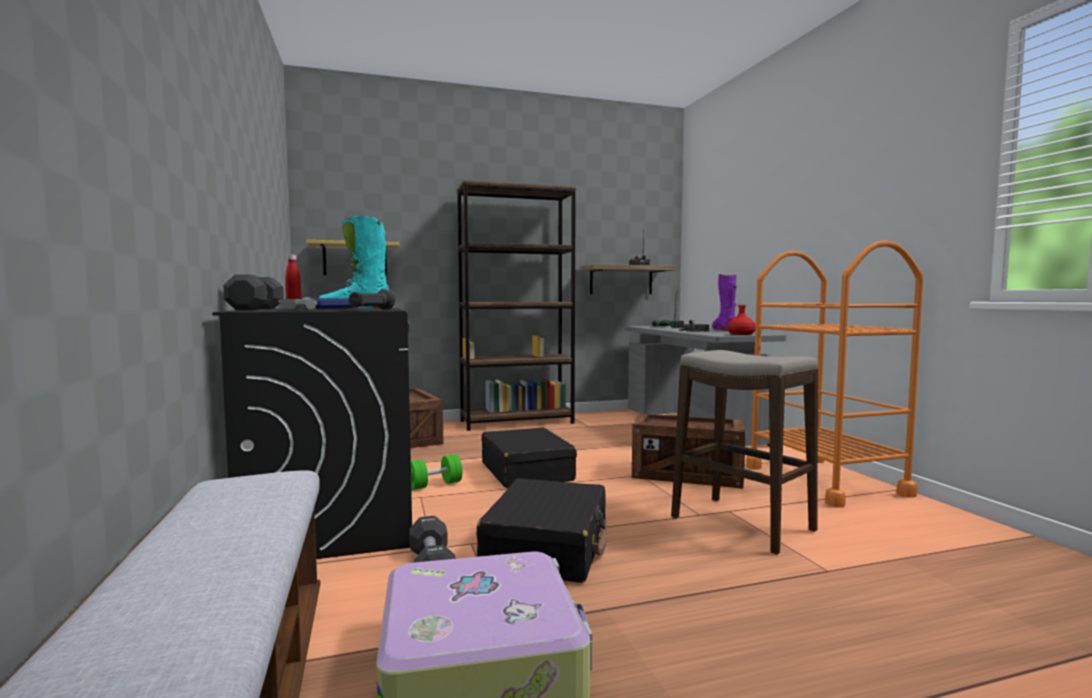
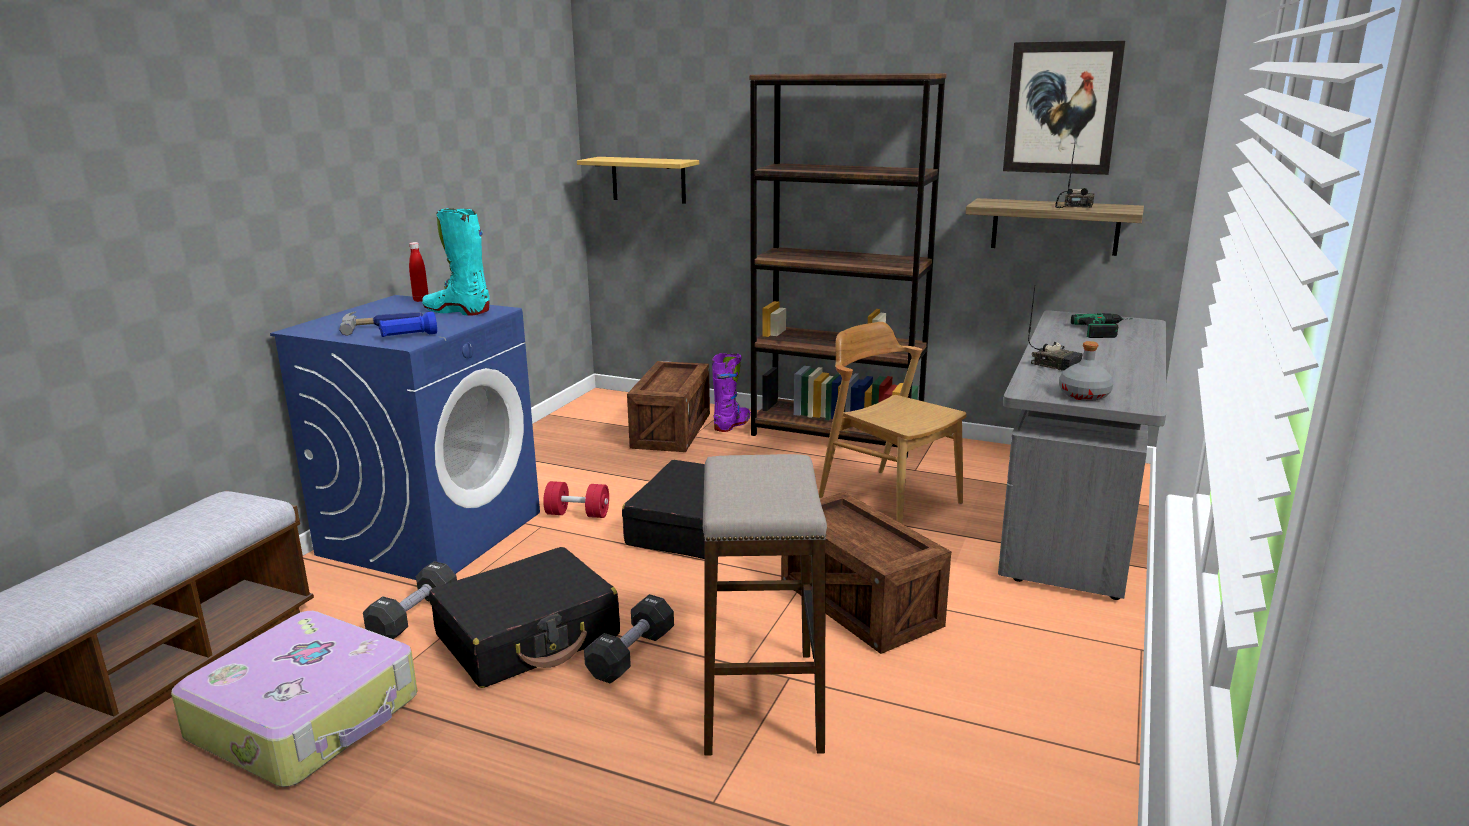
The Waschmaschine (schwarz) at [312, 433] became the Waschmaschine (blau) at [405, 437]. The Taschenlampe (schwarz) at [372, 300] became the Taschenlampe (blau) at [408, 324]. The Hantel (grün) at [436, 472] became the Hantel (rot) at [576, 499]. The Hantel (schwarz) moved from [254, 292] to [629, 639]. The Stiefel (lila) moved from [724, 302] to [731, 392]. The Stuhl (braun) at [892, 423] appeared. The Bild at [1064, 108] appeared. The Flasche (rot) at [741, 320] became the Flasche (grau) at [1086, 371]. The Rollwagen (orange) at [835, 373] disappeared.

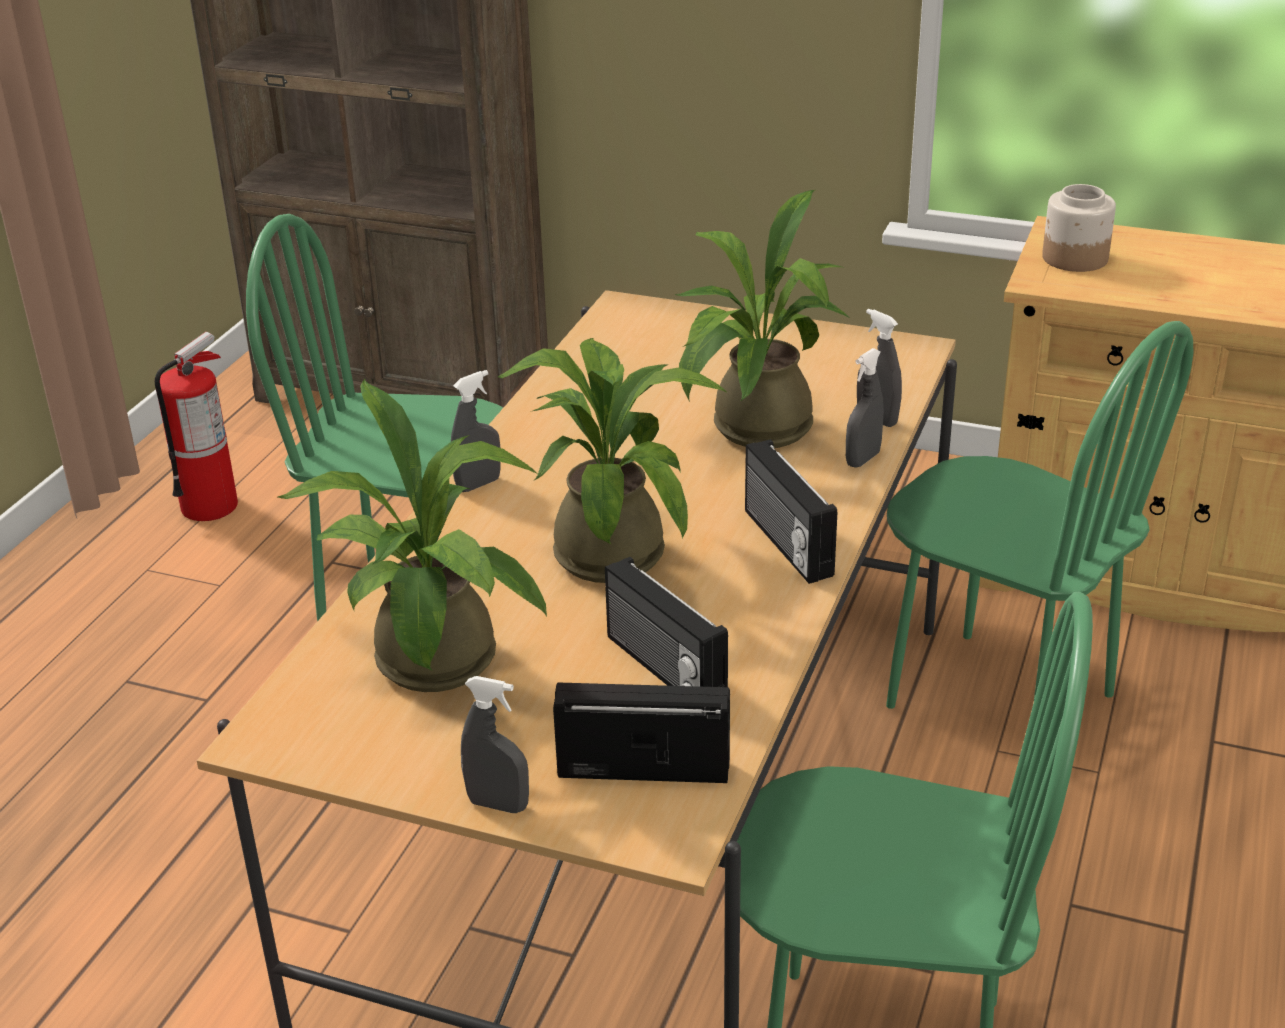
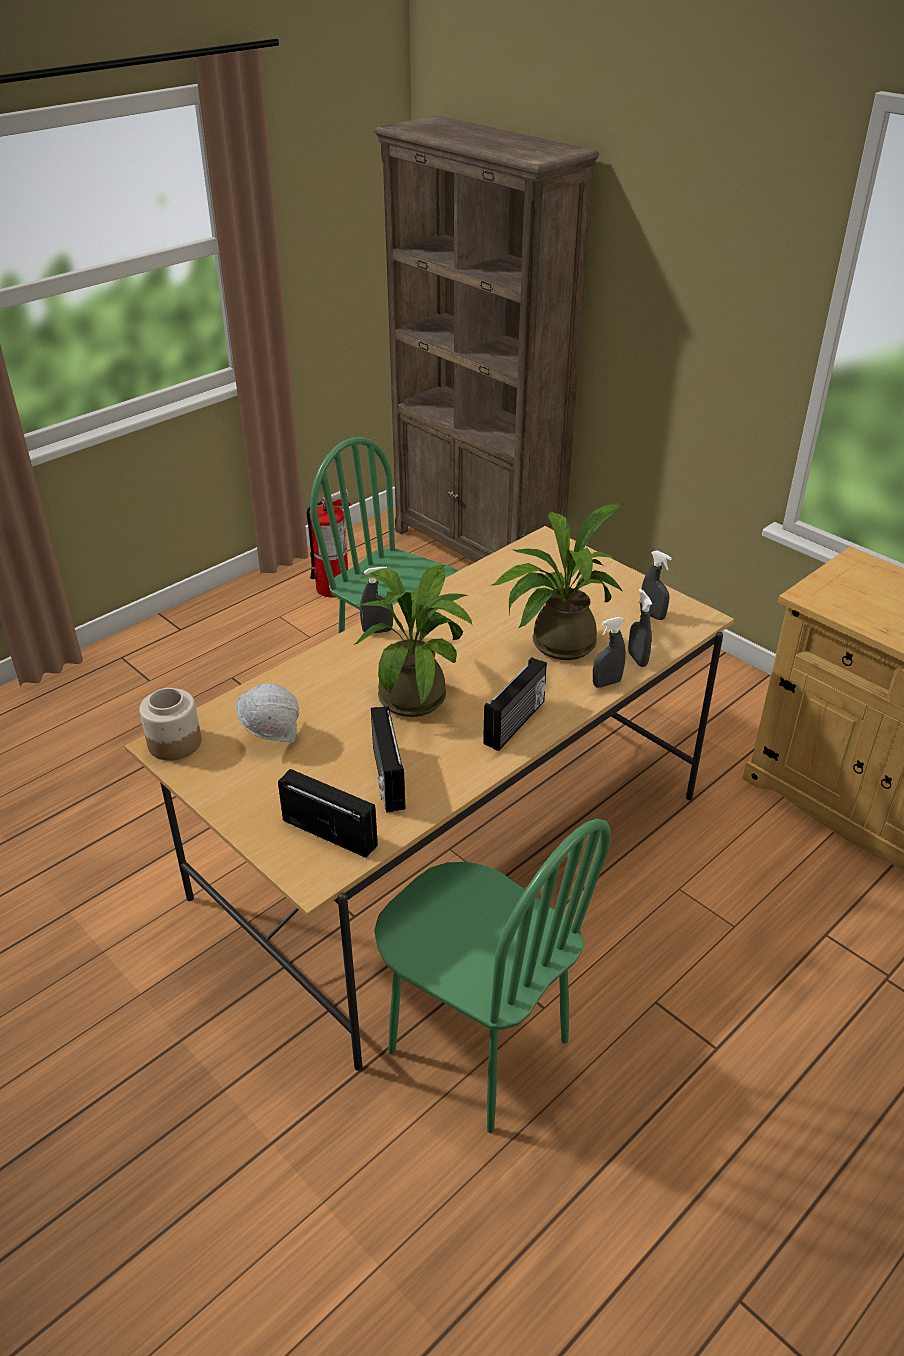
The Vorratsglas moved from [1079, 228] to [170, 724]. The Topfpflanze at [412, 535] was replaced by the Schutzhelm (weiß) at [267, 713]. The Radio at [791, 511] turned 150 degrees counterclockwise. The Sprühflasche (grau) moved from [495, 744] to [656, 585]. The Stuhl (grün) at [1039, 515] disappeared.

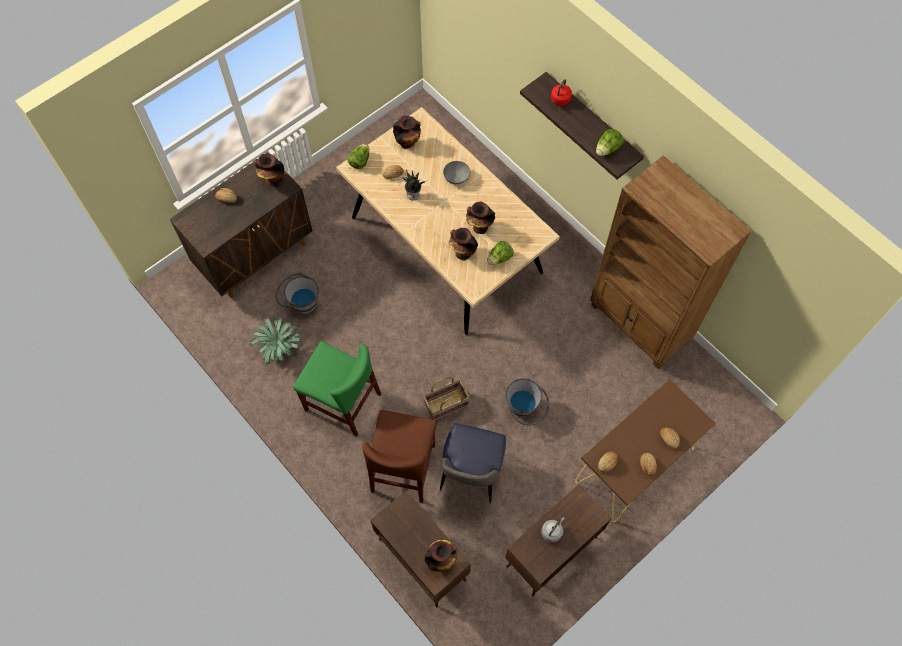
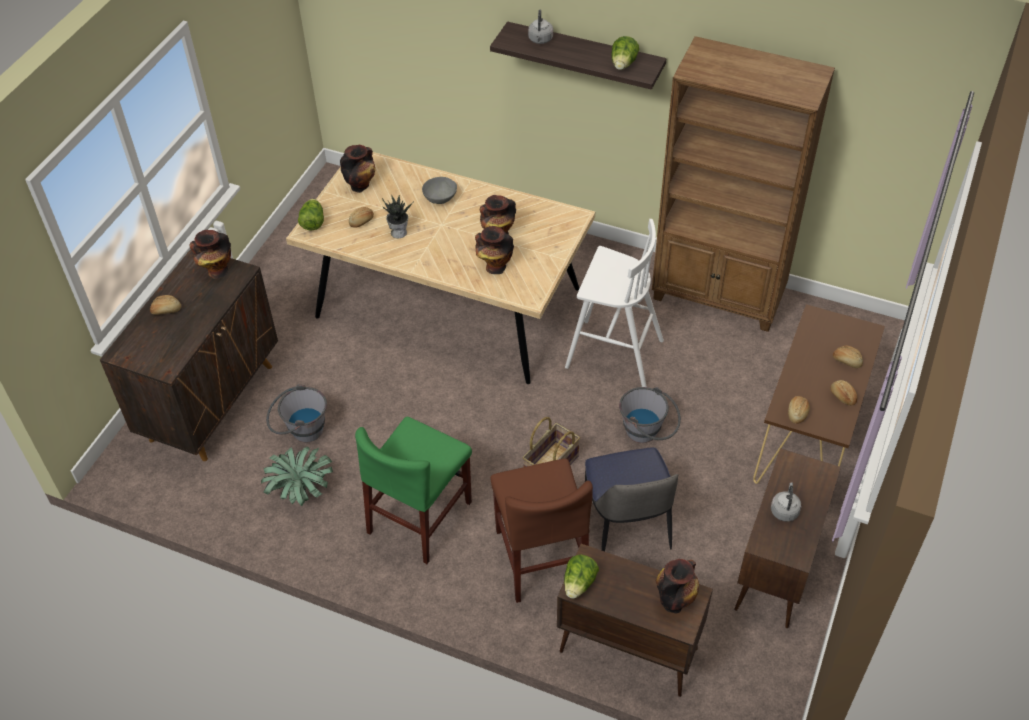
The Stuhl (grün) at [337, 389] turned 120 degrees clockwise. The Wasserkessel (rot) at [561, 92] became the Wasserkessel (grau) at [540, 27]. The Salatkopf moved from [500, 253] to [581, 577]. The Hocker (weiß) at [614, 303] appeared.

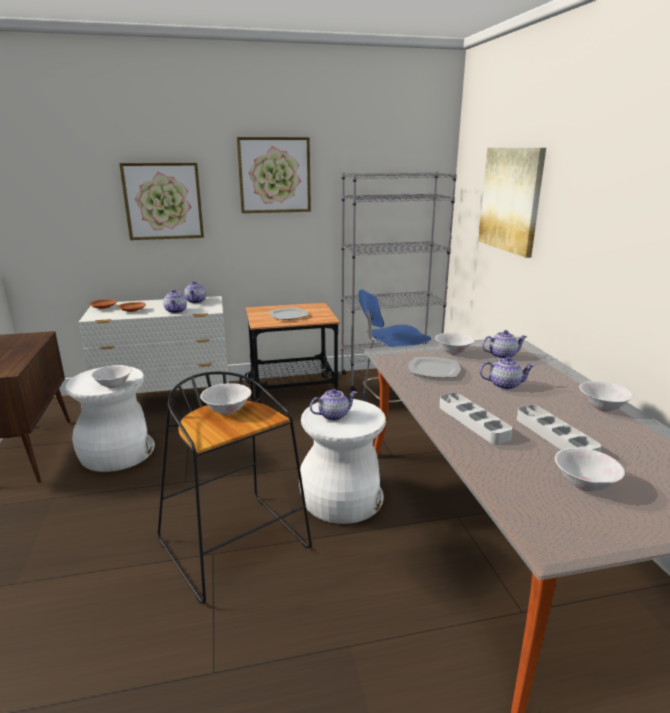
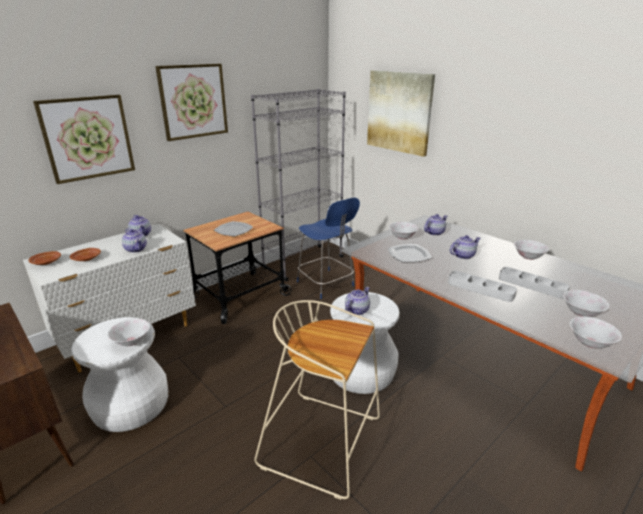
The Hocker (schwarz) at [235, 488] became the Hocker (beige) at [317, 400]. The Stuhl (blau) at [394, 345] turned 75 degrees counterclockwise. The Schüssel (weiß) moved from [225, 399] to [596, 332].

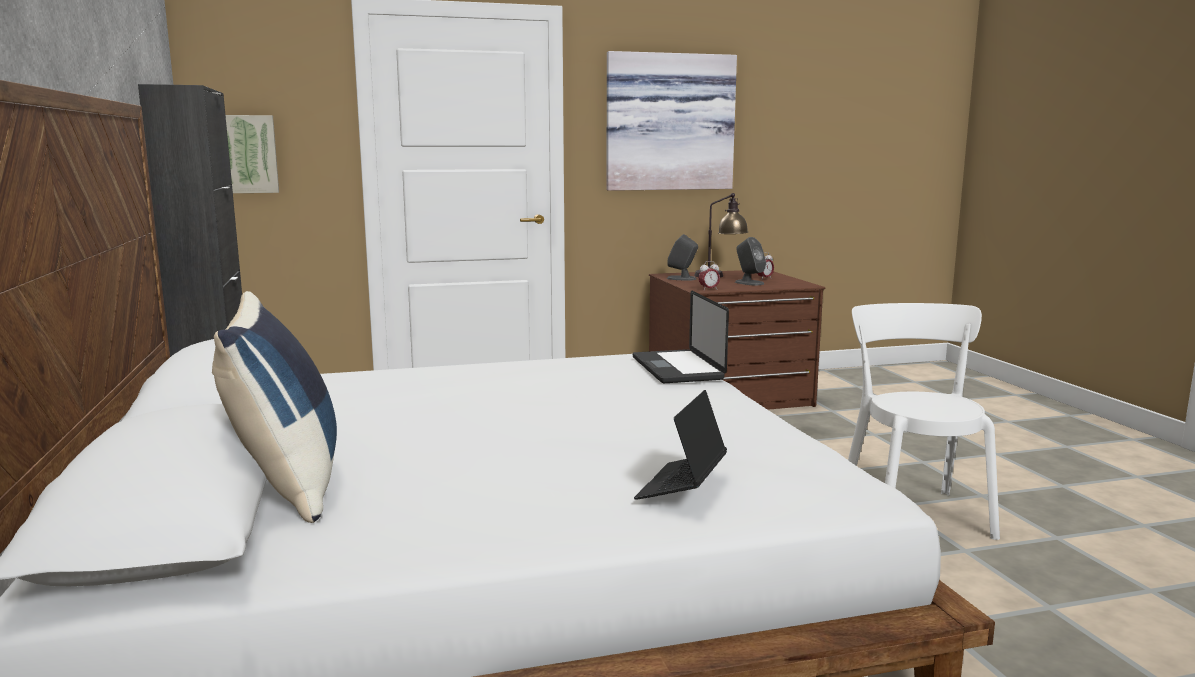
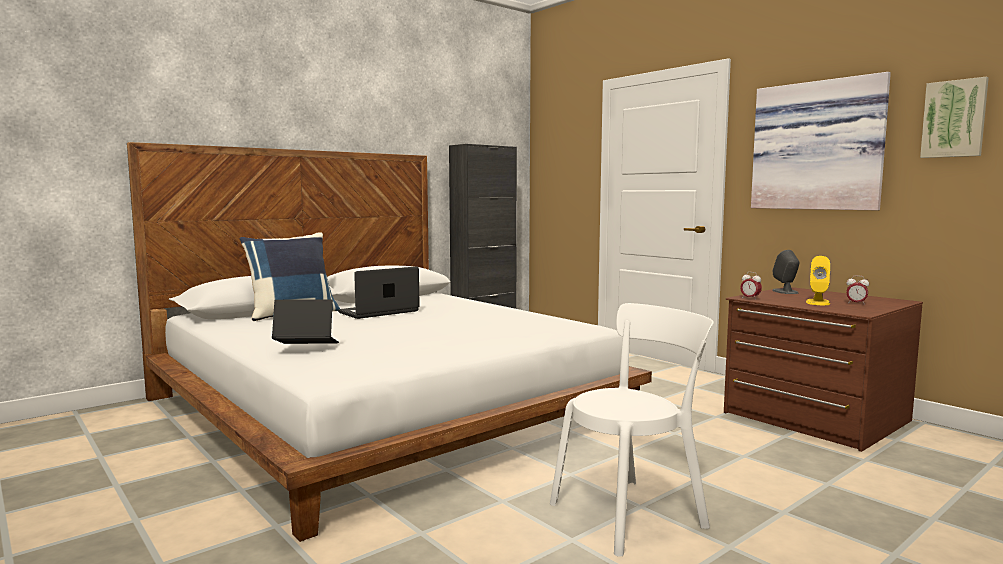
The Laptop moved from [681, 336] to [379, 292]. The Lautsprecher (grau) at [750, 261] became the Lautsprecher (gelb) at [818, 280]. The Bild moved from [252, 154] to [954, 117]. The Tischlampe at [721, 235] disappeared.

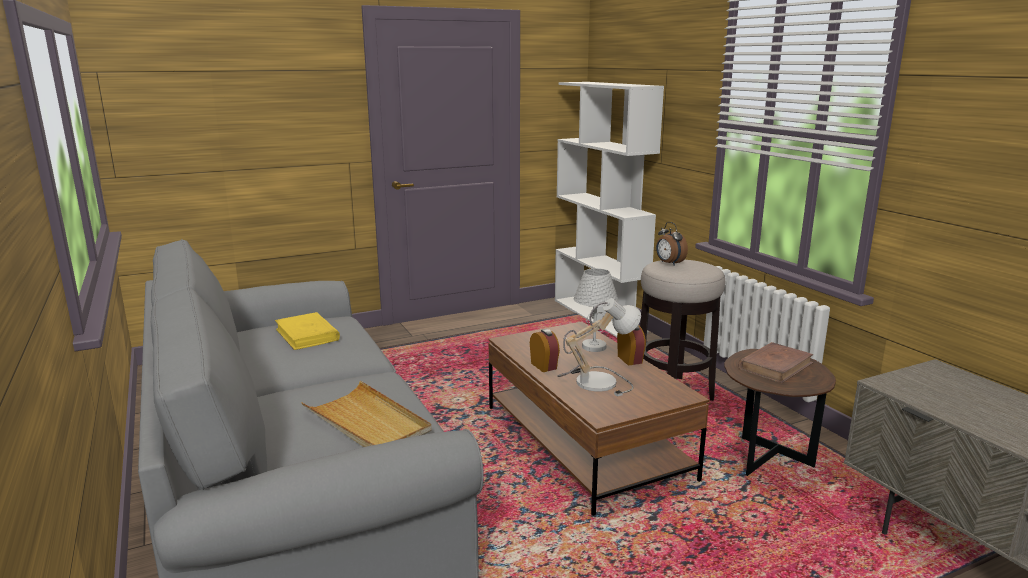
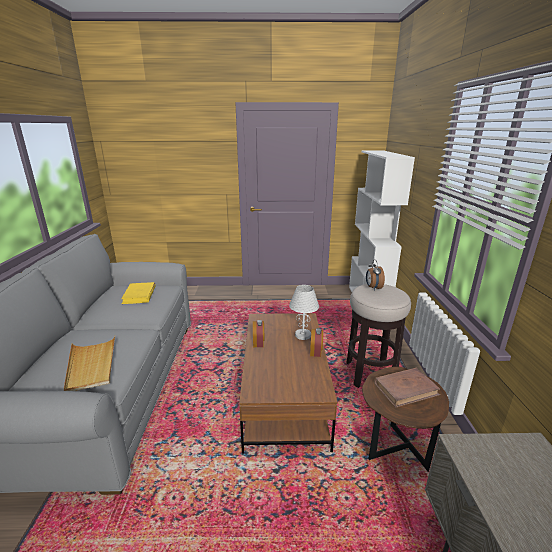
The Tischlampe at [599, 347] disappeared.

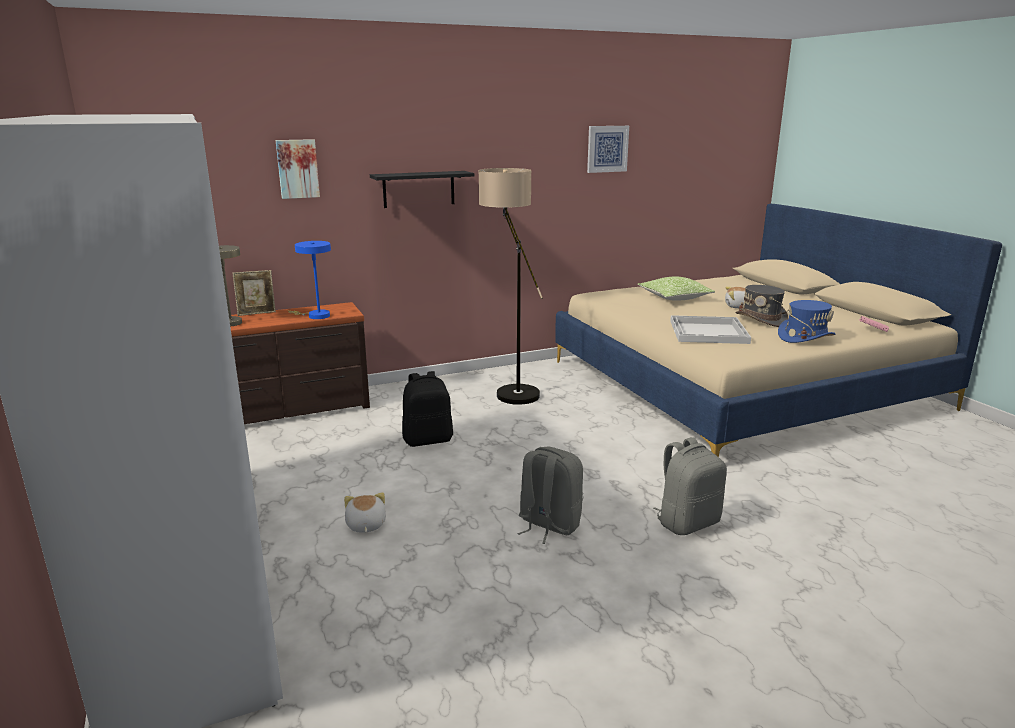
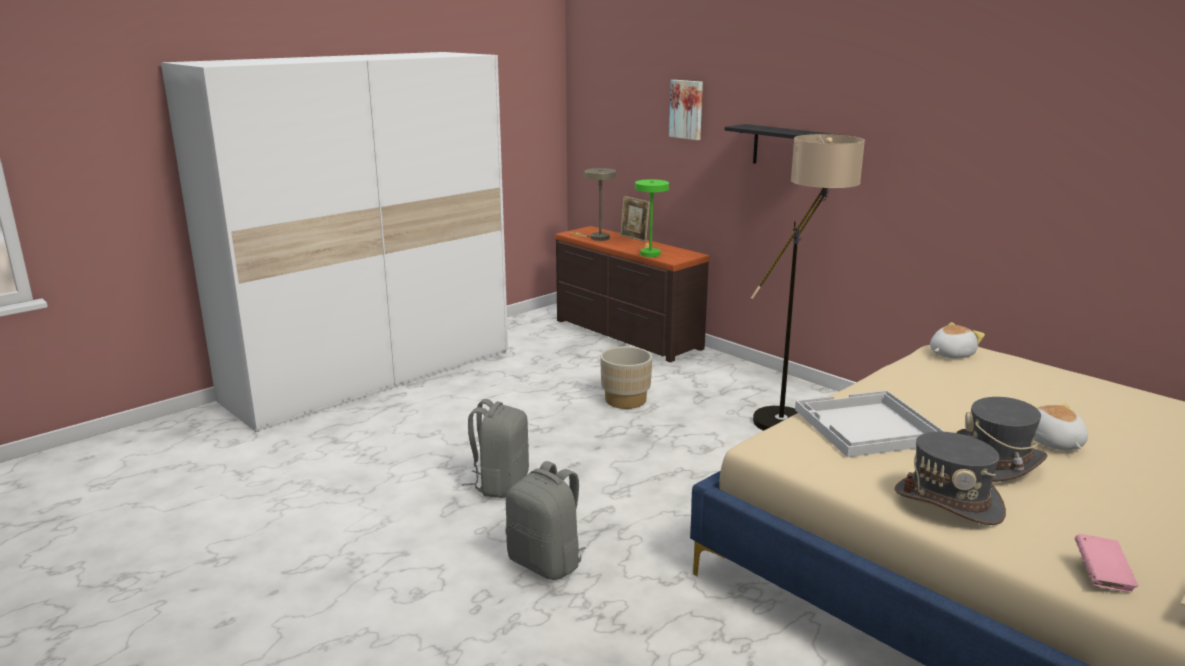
The Rucksack (schwarz) at [427, 409] was replaced by the Pflanzkübel (beige) at [626, 378]. The Tischlampe (blau) at [309, 280] became the Tischlampe (grün) at [652, 218]. The Hut (blau) at [806, 321] became the Hut (grau) at [950, 478]. The Plüschtier moved from [365, 512] to [957, 340]. The Bild at [608, 149] disappeared. The Kissen at [676, 289] disappeared.

